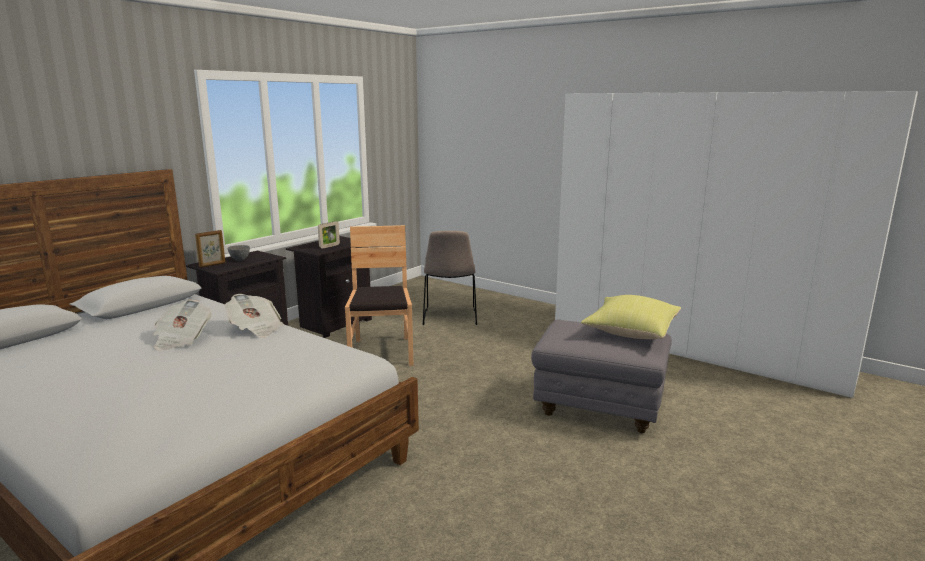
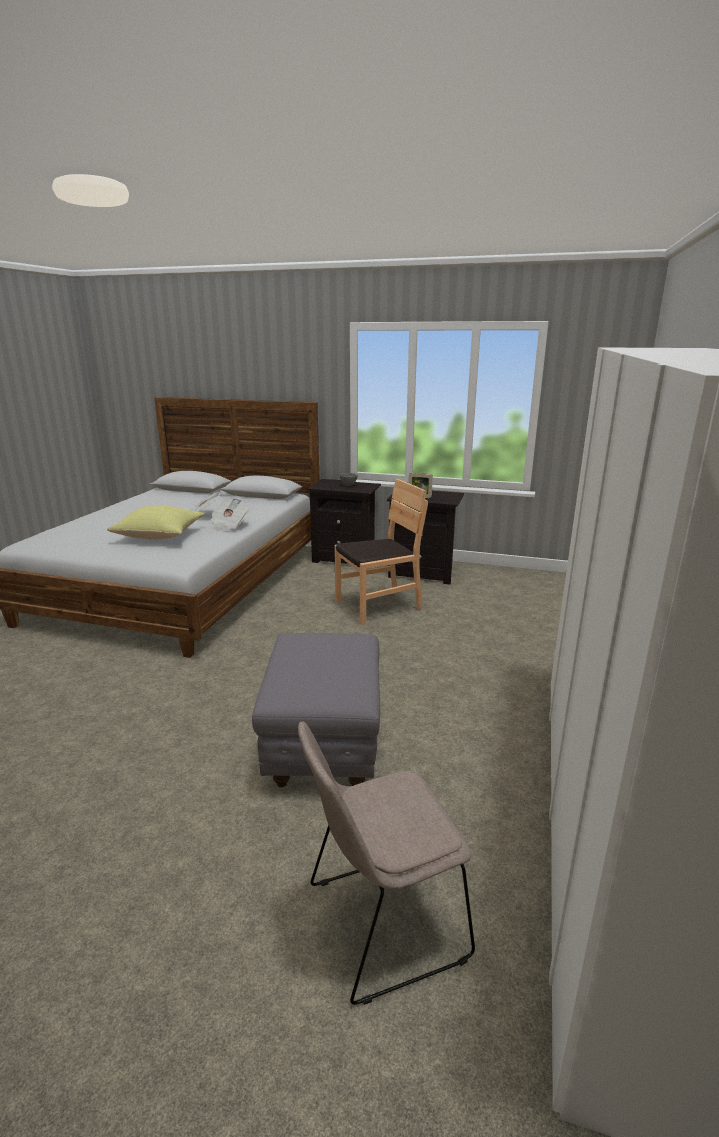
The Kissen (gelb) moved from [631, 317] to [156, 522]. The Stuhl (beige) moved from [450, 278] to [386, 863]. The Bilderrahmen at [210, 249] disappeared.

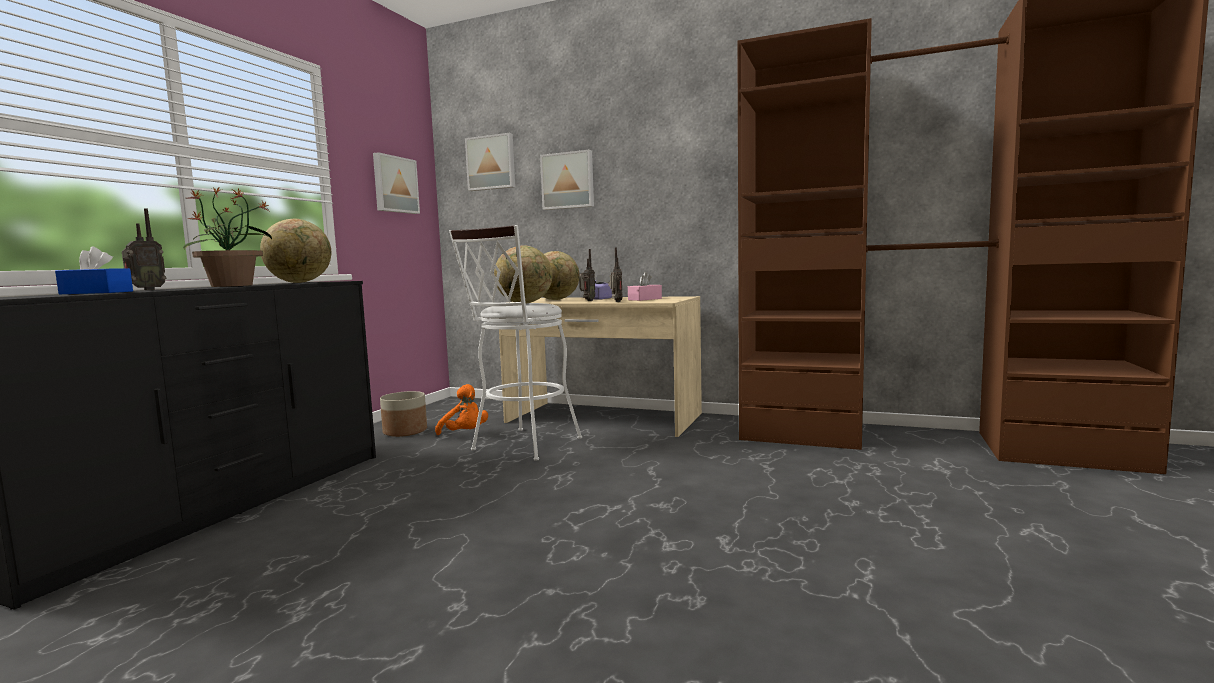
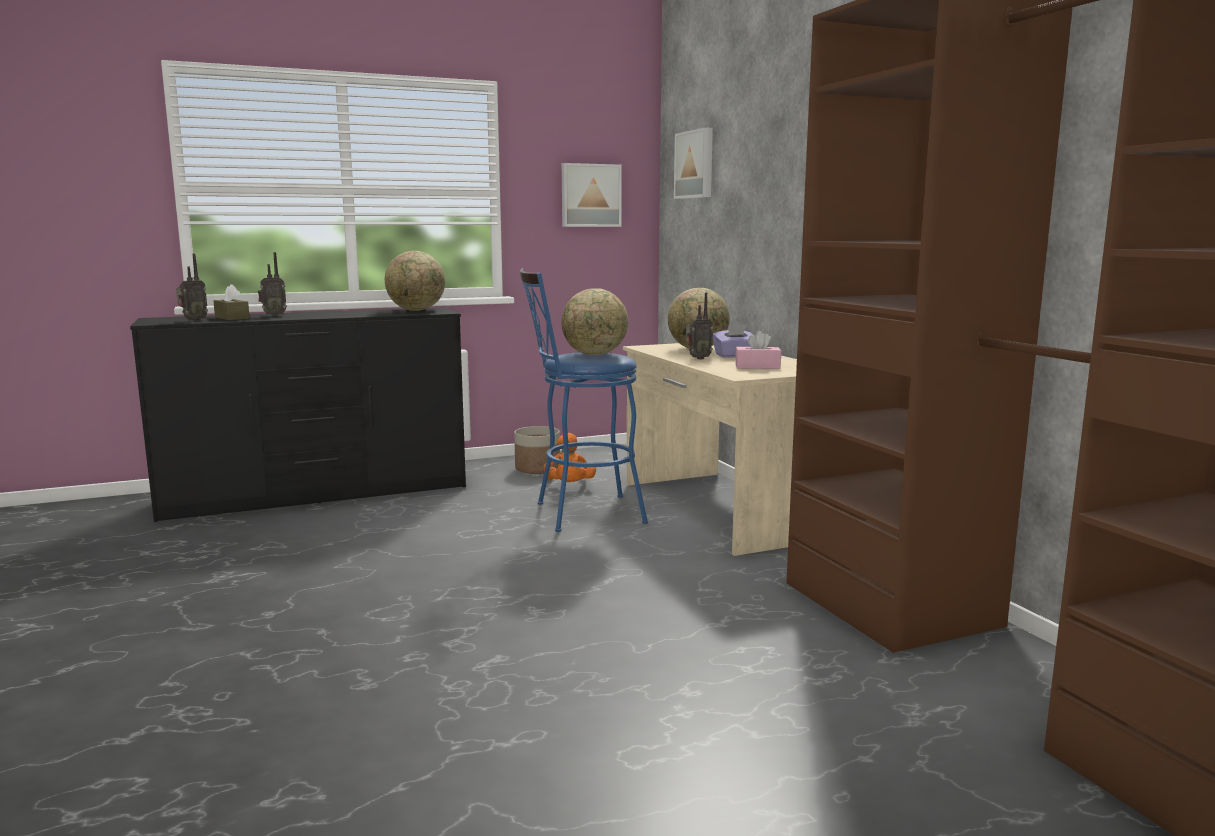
The Radio moved from [615, 274] to [192, 287]. The Taschentuchbox (blau) at [94, 270] became the Taschentuchbox (braun) at [231, 302]. The Hocker (weiß) at [515, 343] became the Hocker (blau) at [584, 400]. The Topfpflanze at [227, 236] disappeared. The Bild at [567, 180] disappeared.

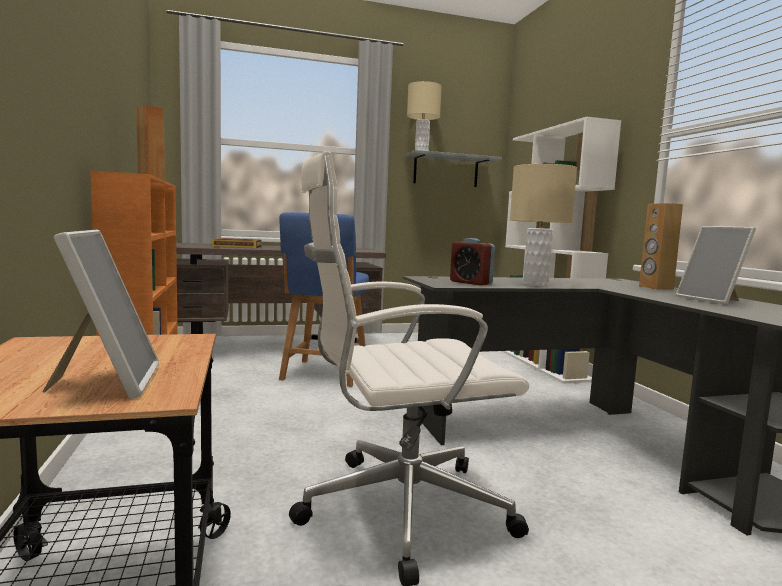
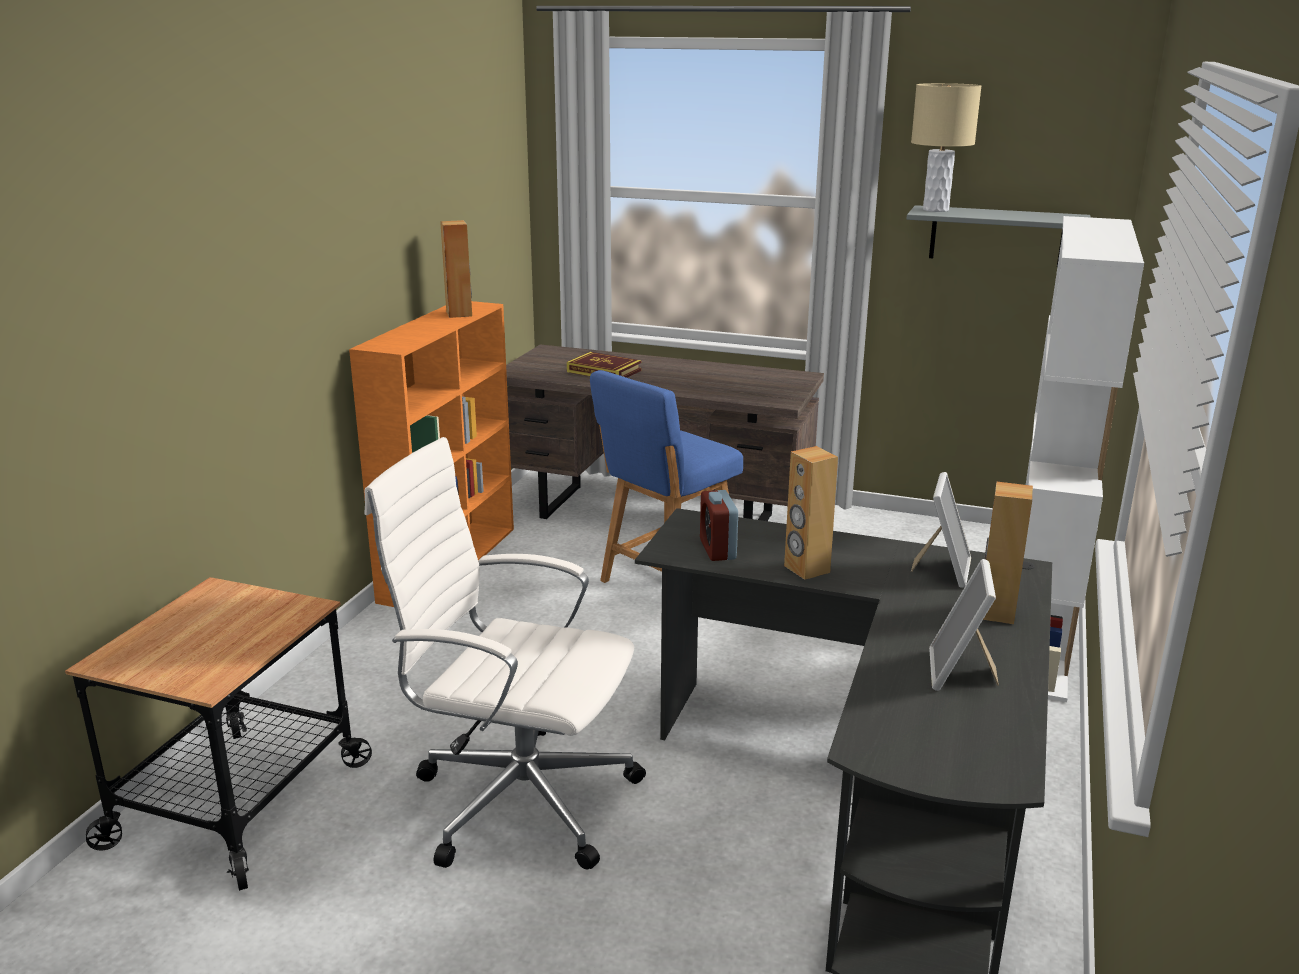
The Tischlampe (beige) at [543, 225] was replaced by the Lautsprecher (braun) at [811, 513]. The Bilderrahmen moved from [100, 314] to [941, 530].

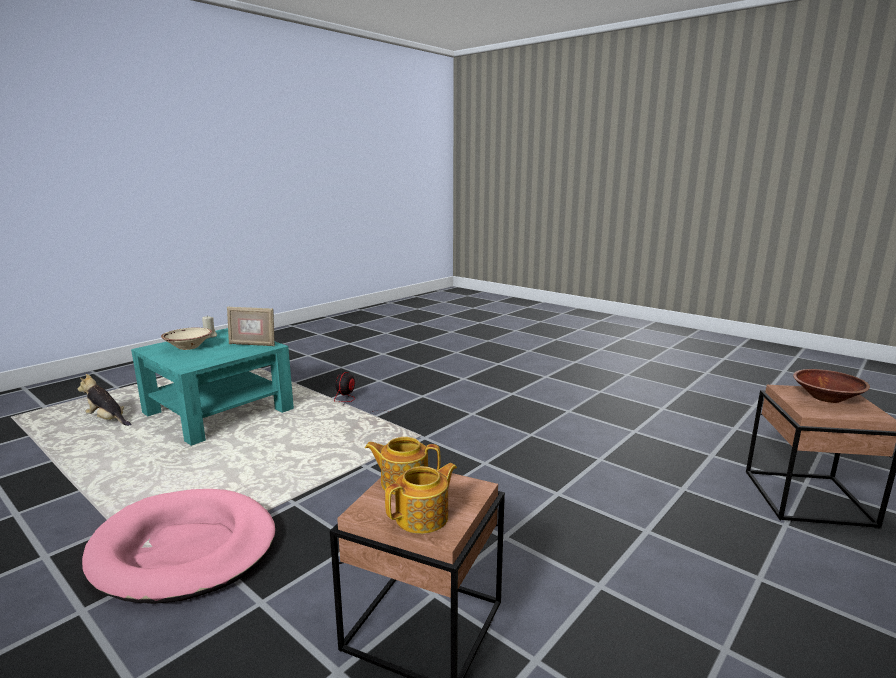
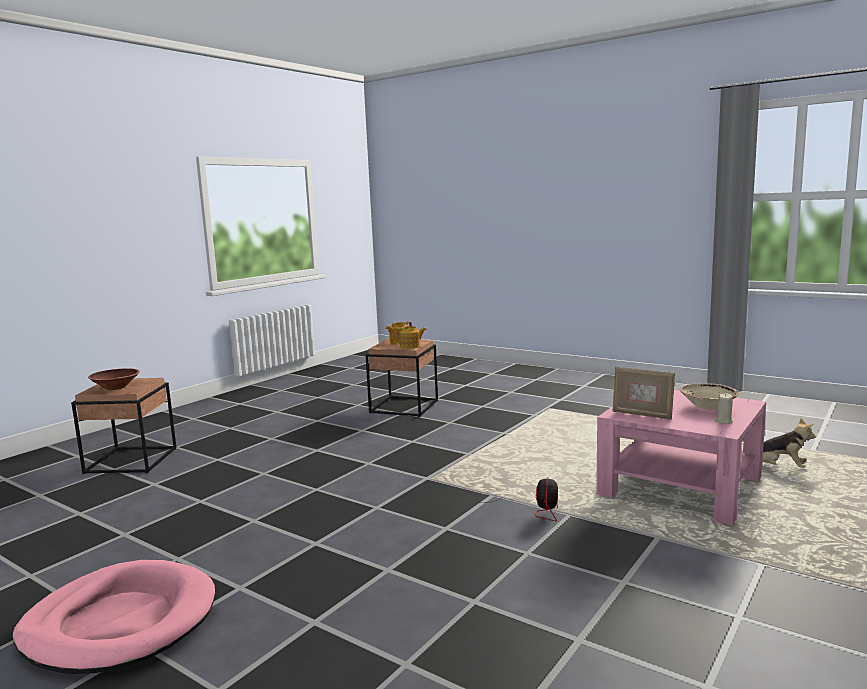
The Hundebett (rosa) moved from [179, 546] to [114, 617]. The Couchtisch (türkis) at [212, 387] became the Couchtisch (rosa) at [681, 458]. The Bilderrahmen at [251, 326] turned 150 degrees counterclockwise.

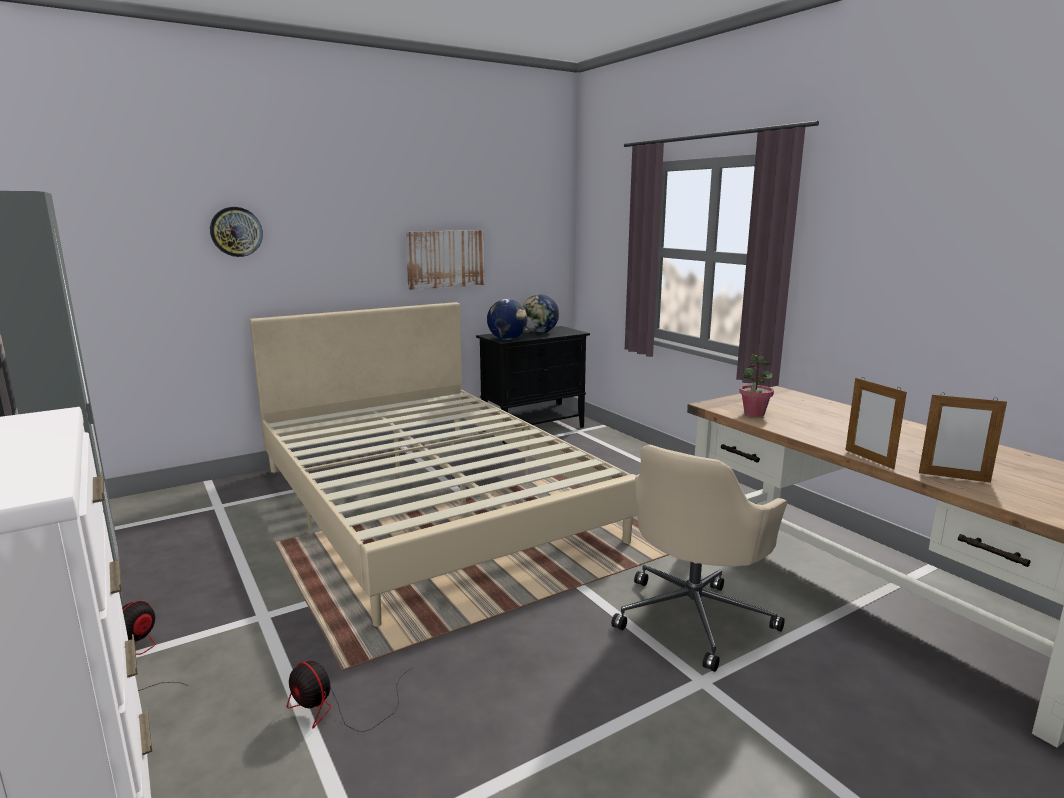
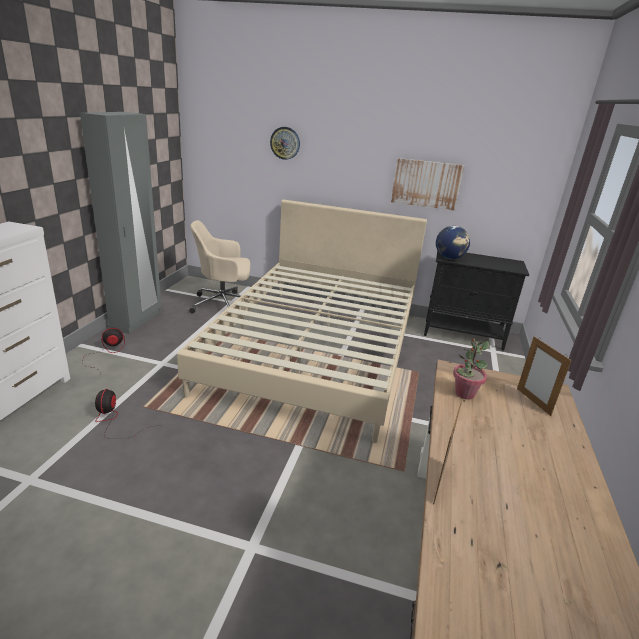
The Bürostuhl (beige) moved from [699, 558] to [220, 267]. The Bilderrahmen moved from [963, 438] to [544, 376]. The Globus at [540, 313] disappeared.

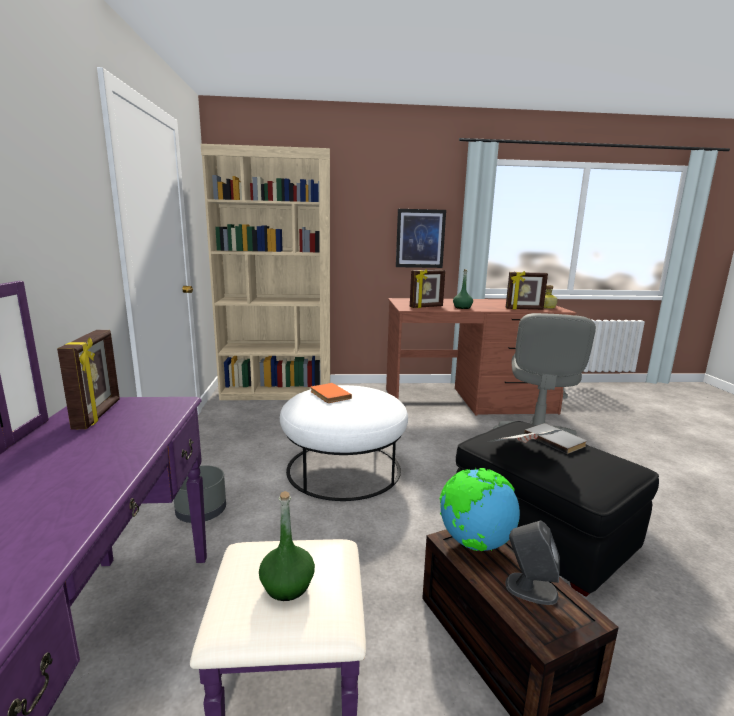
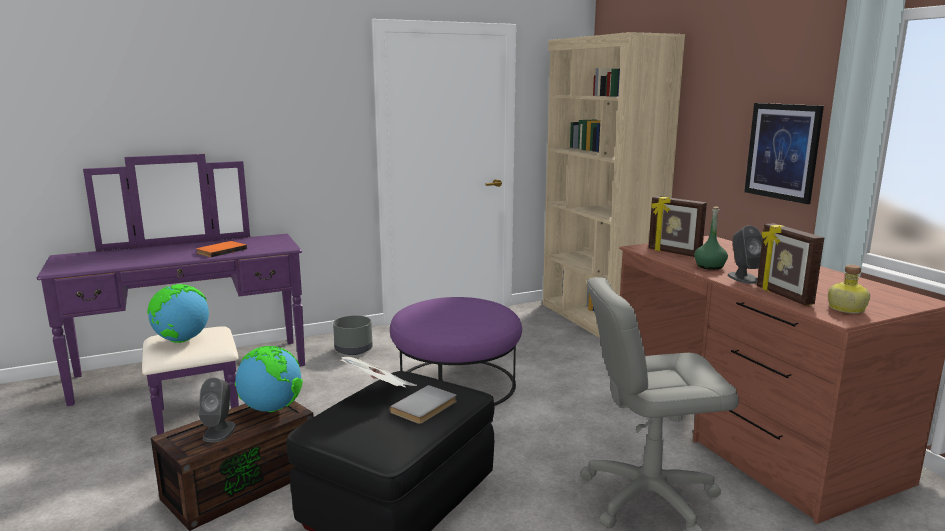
The Flasche (grün) at [287, 546] was replaced by the Globus at [178, 313]. The Buch (orange) moved from [331, 393] to [221, 249]. The Polsterhocker (weiß) at [344, 443] became the Polsterhocker (lila) at [456, 351]. The Lautsprecher (grau) at [744, 255] appeared. The Bilderrahmen at [88, 380] disappeared.

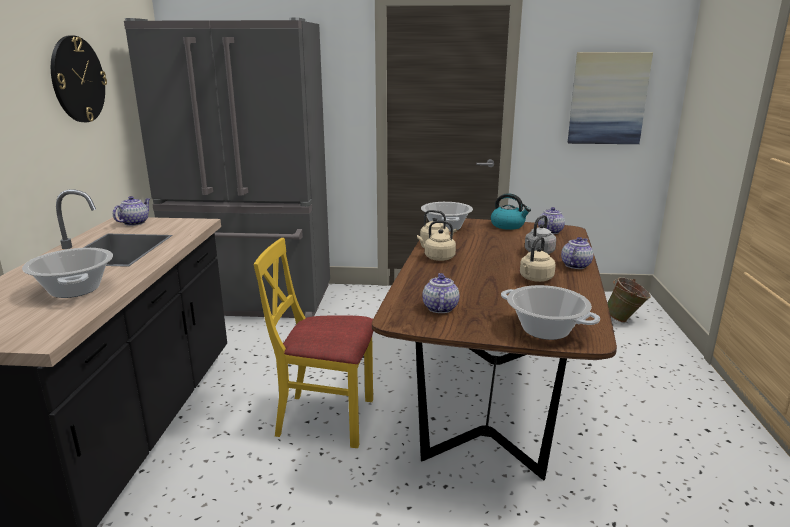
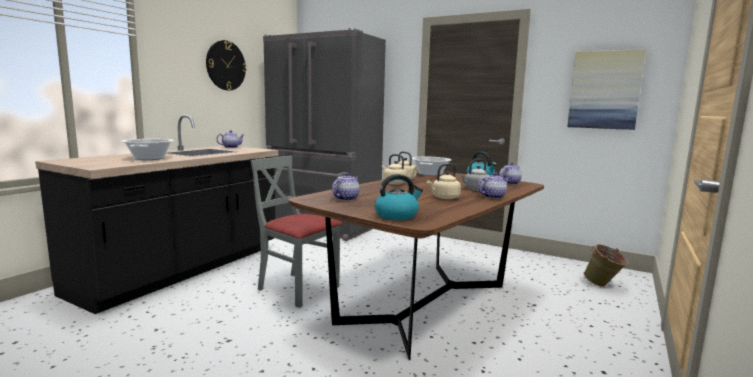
The Stuhl (gelb) at [313, 343] became the Stuhl (grau) at [296, 232]. The Kochtopf at [550, 312] was replaced by the Wasserkessel at [399, 197].

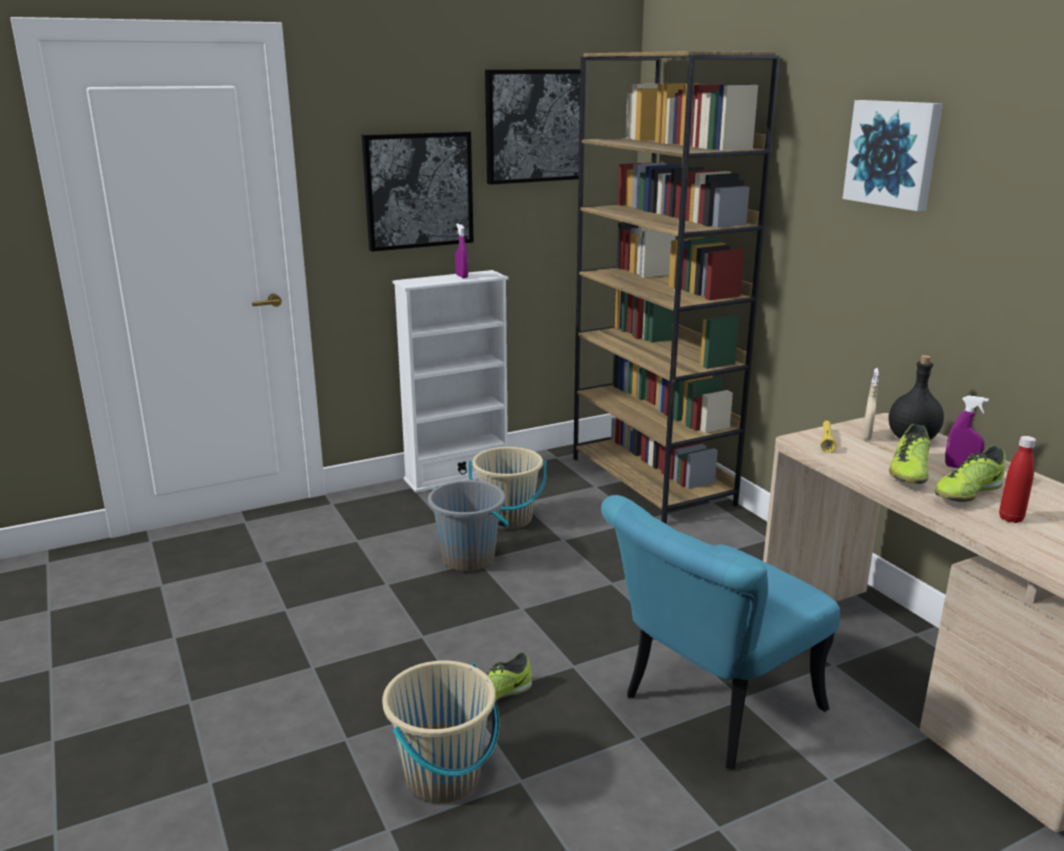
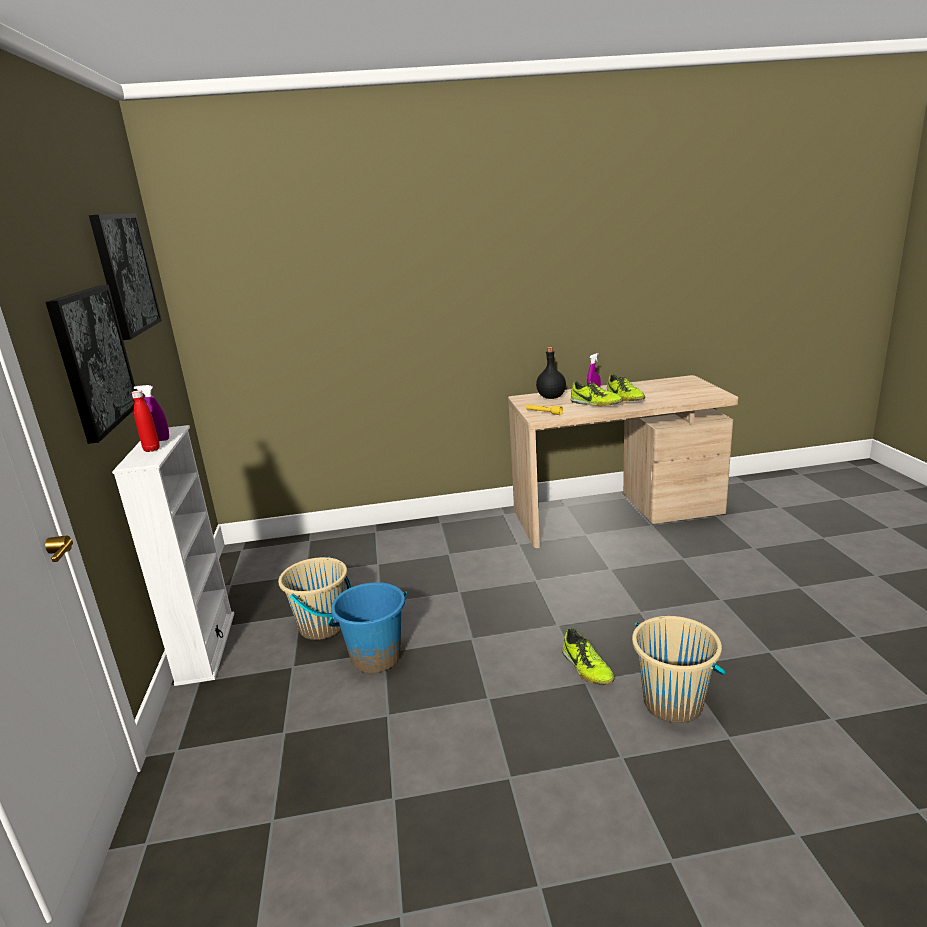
The Flasche (rot) moved from [1017, 479] to [146, 421]. The Eimer (grau) at [468, 526] became the Eimer (blau) at [367, 627]. The Bücherregal (braun) at [676, 287] disappeared. The Stuhl (türkis) at [720, 632] disappeared. The Bild at [893, 155] disappeared. The Sprühflasche (beige) at [871, 404] disappeared.

